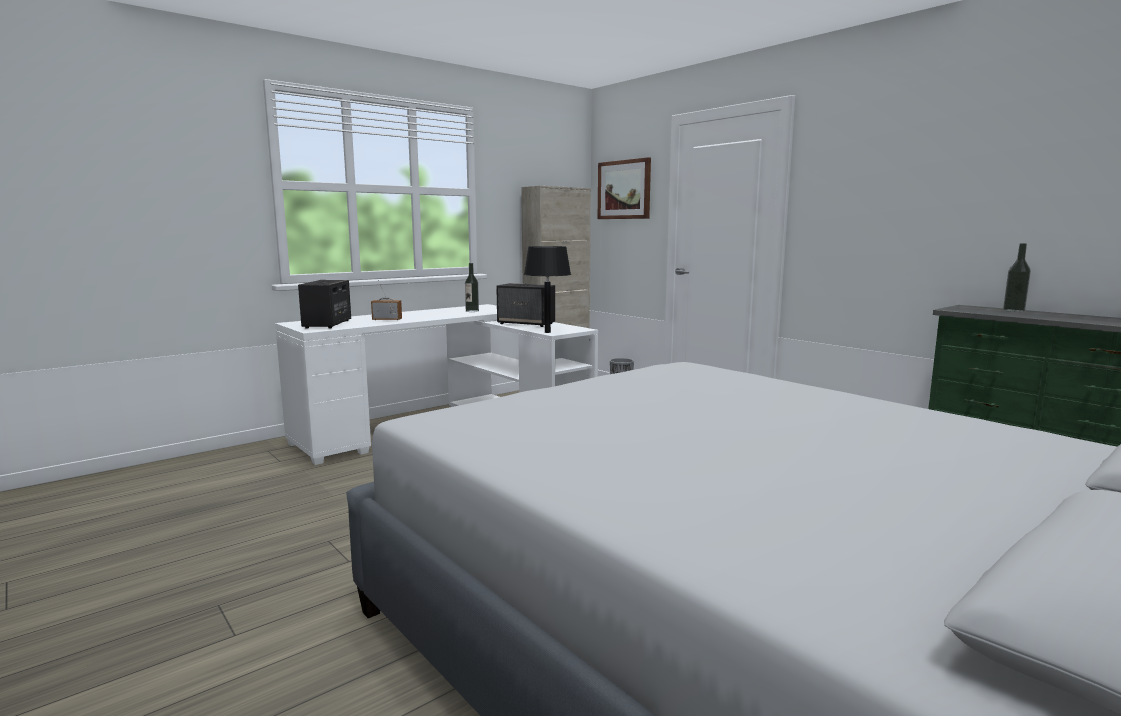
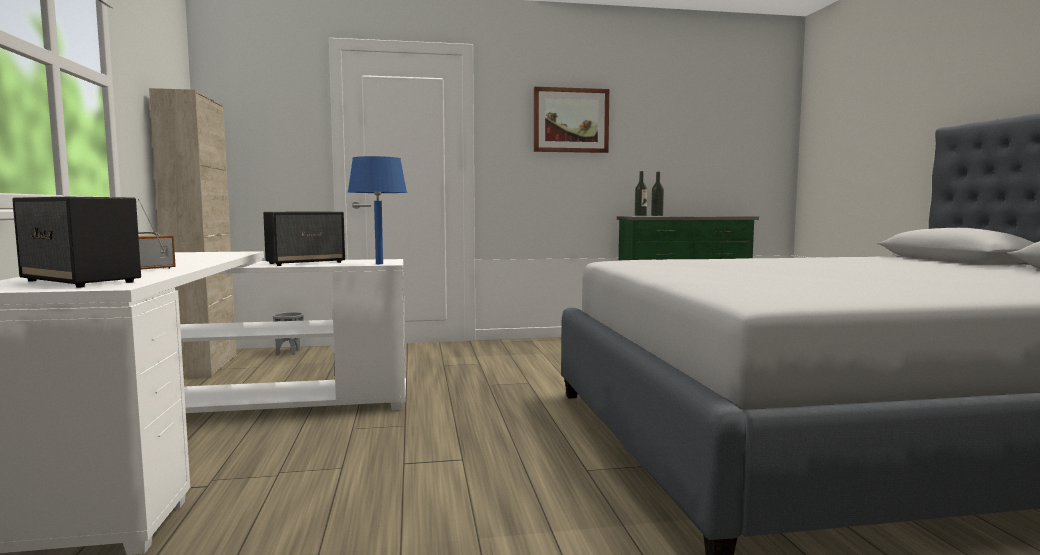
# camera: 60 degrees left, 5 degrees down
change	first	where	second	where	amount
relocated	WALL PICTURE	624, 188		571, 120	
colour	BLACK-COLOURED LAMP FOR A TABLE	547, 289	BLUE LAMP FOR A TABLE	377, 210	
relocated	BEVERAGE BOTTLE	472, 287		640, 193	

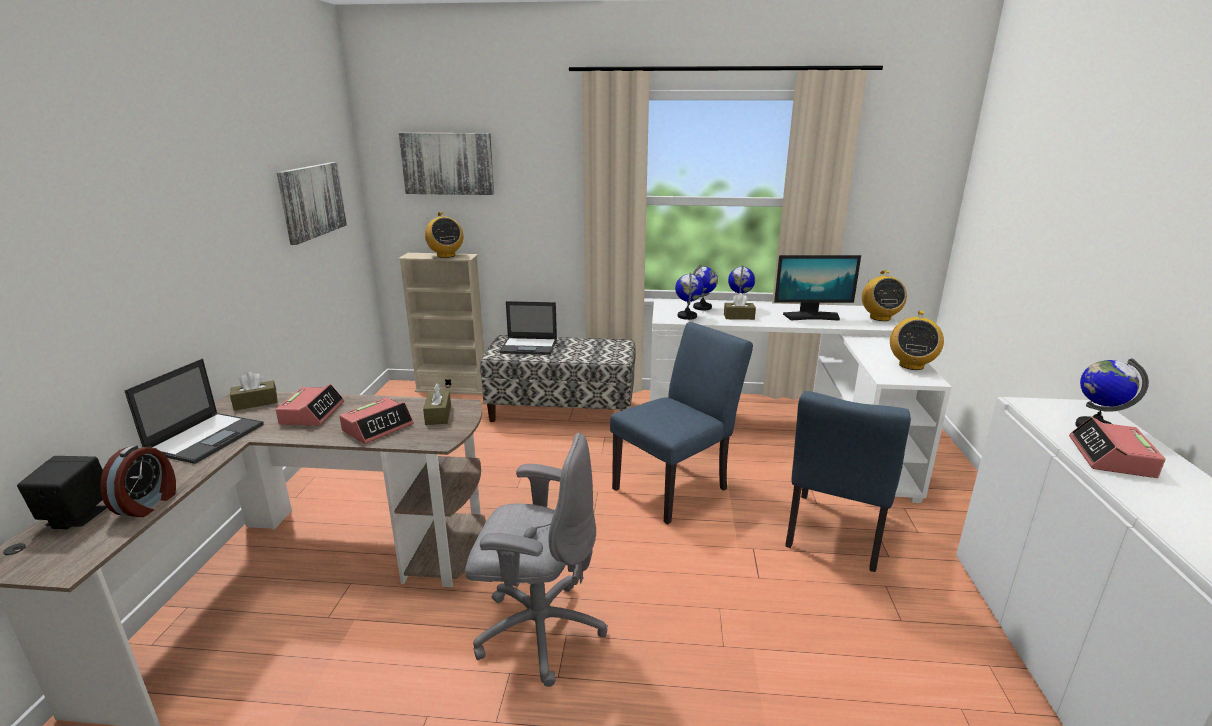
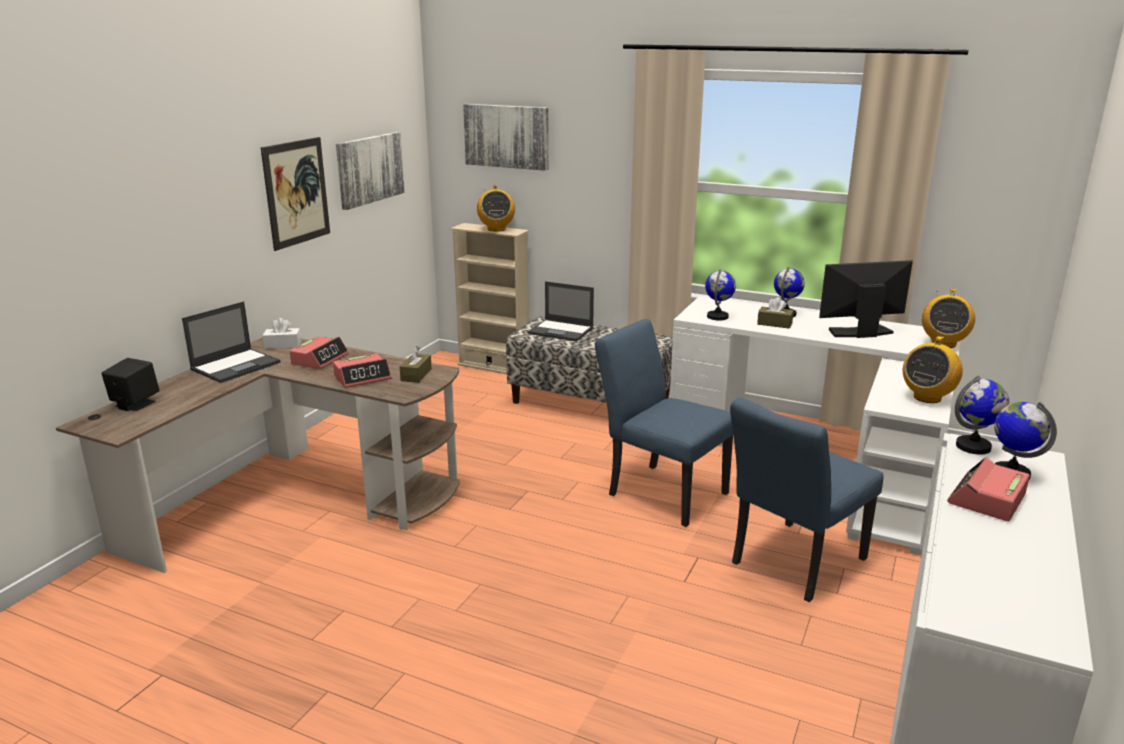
# camera: 20 degrees right, 0 degrees up
change	first	where	second	where	amount
spun	COMPUTER SCREEN	817, 288		866, 299	150 degrees clockwise
relocated	GLOBE	705, 287		982, 415	
spun	BLUE CHAIR	681, 423		664, 423	120 degrees counterclockwise
colour	BROWN BOX OF TISSUES	253, 391	WHITE BOX OF TISSUES	281, 333	
missing	GREYISH DESK CHAIR	536, 560			
missing	ALARM CLOCK	138, 481			
appeared			WALL PICTURE	295, 194	

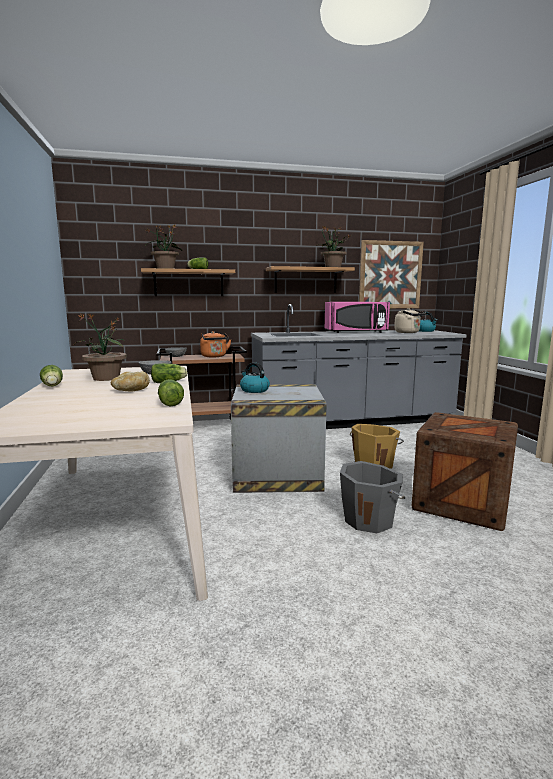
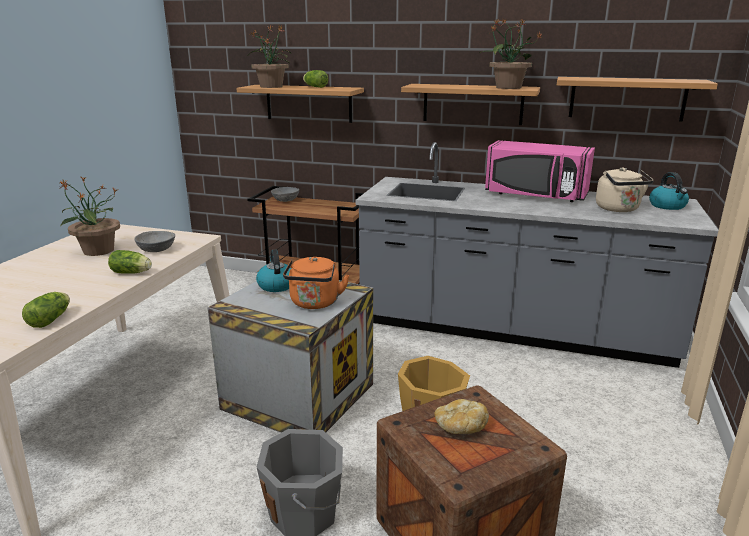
# camera: 30 degrees right, 10 degrees up
change	first	where	second	where	amount
exchanged	WALL PICTURE	391, 274	SHELF	637, 99	
relocated	ORANGE-COLOURED TEA KETTLE	215, 344		316, 283	
missing	LETTUCE HEAD	51, 375			
relocated	BREAD	130, 381		461, 416	

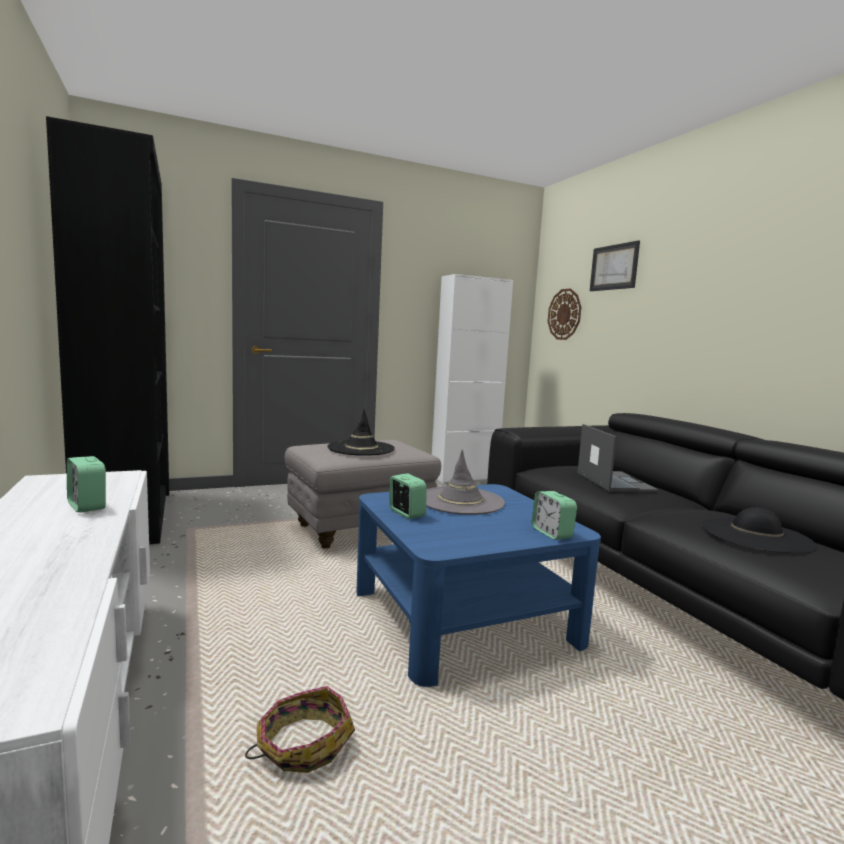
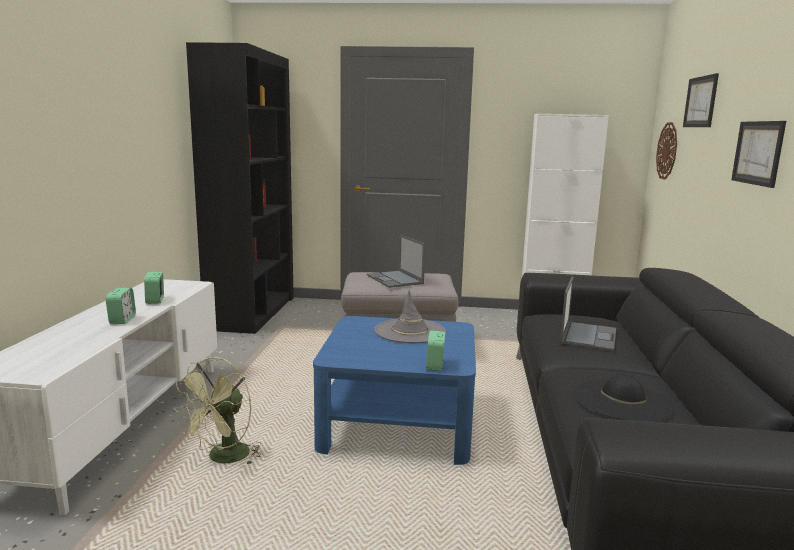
# camera: 30 degrees right, 5 degrees up
change	first	where	second	where	amount
exchanged	BLACK-COLOURED CLOTHING HAT	361, 432	PORTABLE COMPUTER	396, 261	
relocated	ALARM CLOCK	408, 496		121, 306	
exchanged	BASKET	300, 729	GREENISH COOLING FAN	217, 411	
appeared			WALL PICTURE	758, 154	

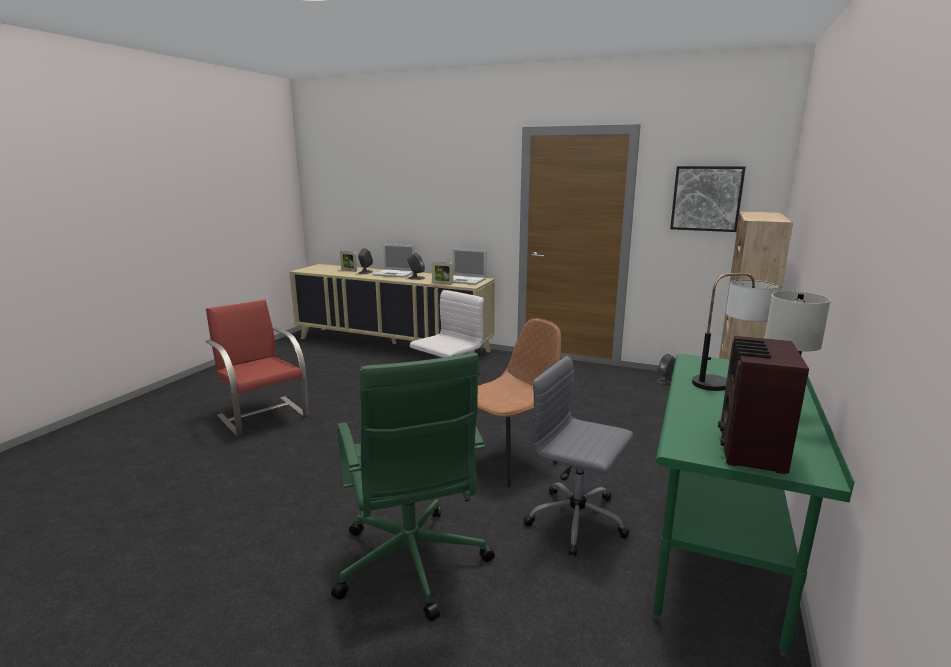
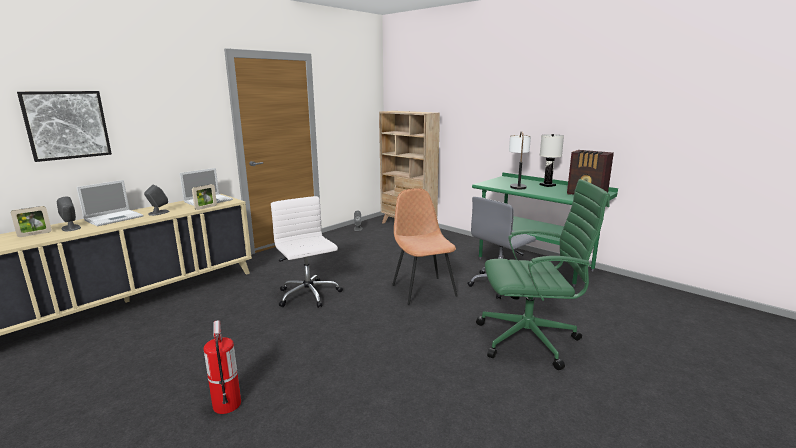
# camera: 70 degrees left, 0 degrees up
change	first	where	second	where	amount
relocated	WALL PICTURE	708, 199		64, 126	
exchanged	RED CHAIR	257, 368	FIRE-FIGHTING CYLINDER	222, 367	

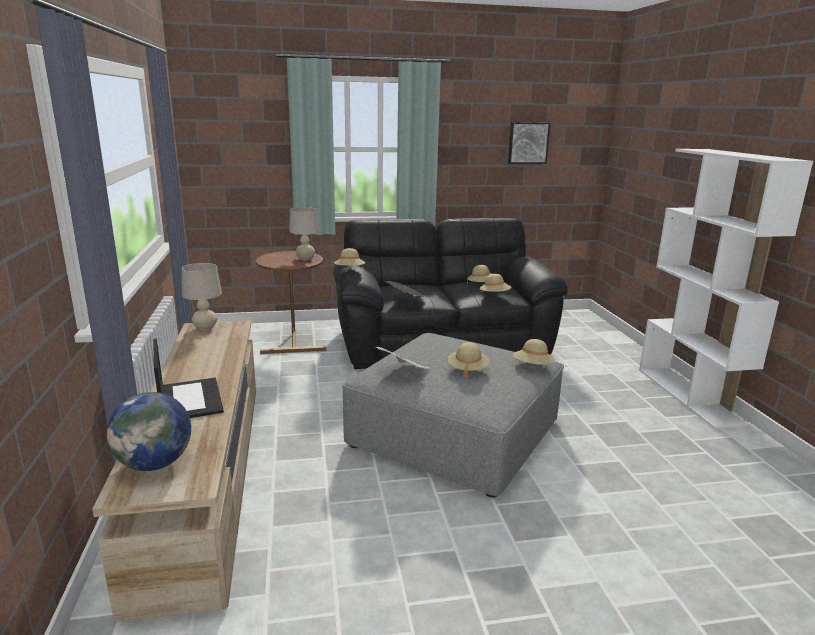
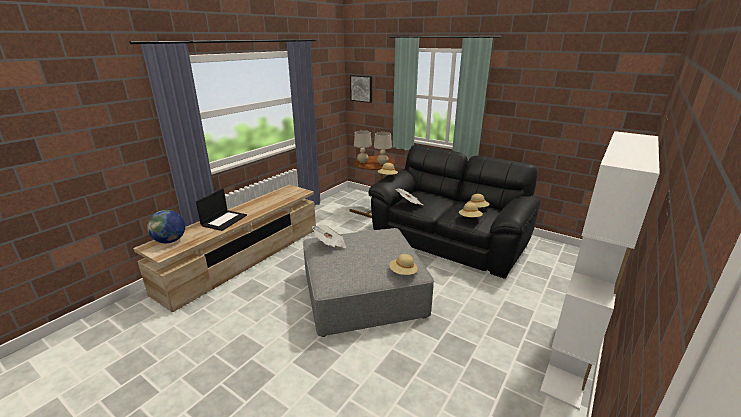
# camera: 45 degrees right, 5 degrees up
change	first	where	second	where	amount
relocated	WALL PICTURE	529, 143		361, 89	
relocated	BEIGE LAMP FOR A TABLE	202, 297		363, 146	
missing	BEIGE CLOTHING HAT	468, 360			

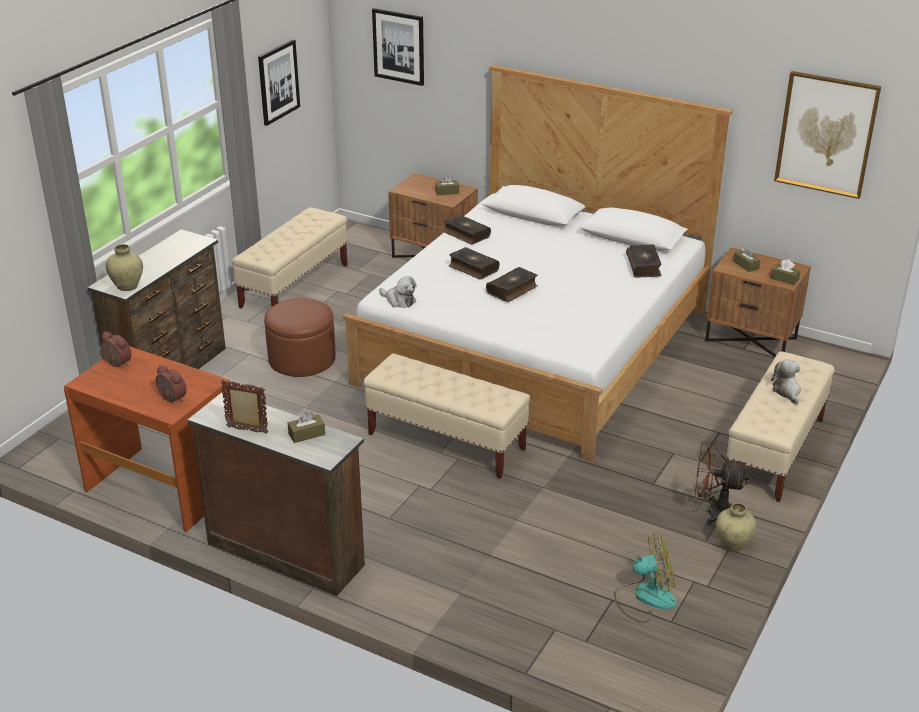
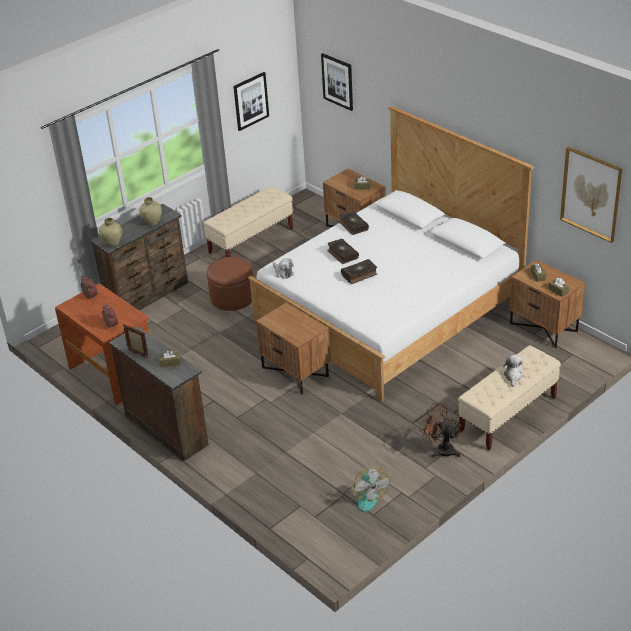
# camera: 20 degrees right, 5 degrees up
change	first	where	second	where	amount
missing	BOOK	644, 261			
exchanged	BEIGE LONG SEAT	447, 416	BROWN BEDSIDE TABLE	293, 348	
relocated	BEIGE DECORATIVE VASE	736, 527		150, 211	
spun	COOLING FAN	645, 577		366, 489	60 degrees clockwise

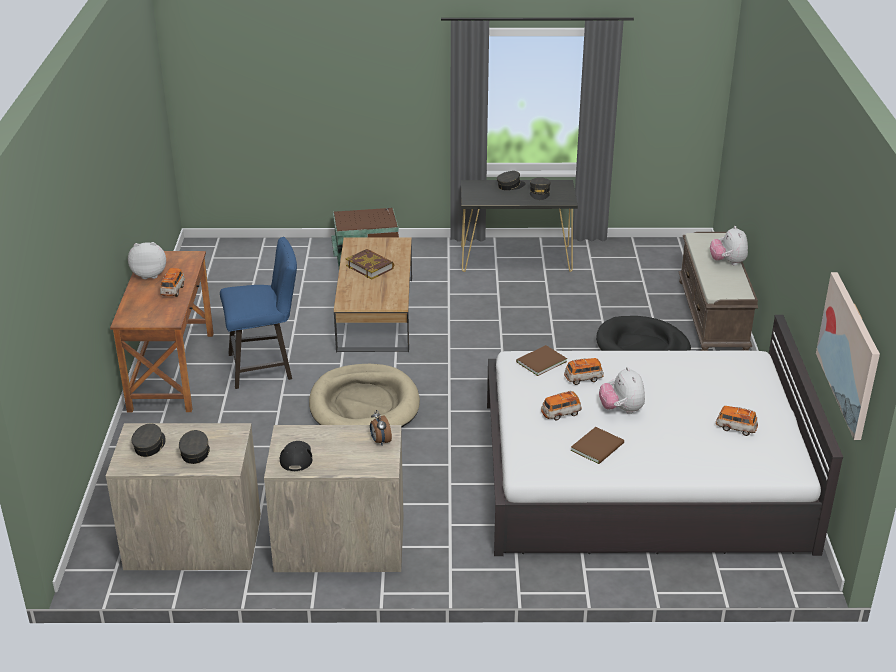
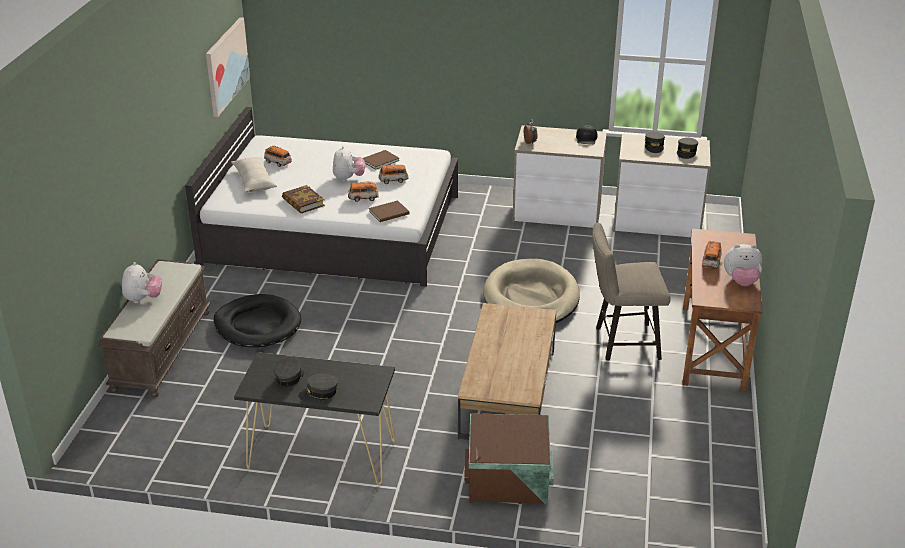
# camera: 170 degrees left, 0 degrees up
change	first	where	second	where	amount
colour	BLUE STOOL	258, 313	BEIGE STOOL	631, 291	
relocated	BOOK	369, 264		303, 199	
appeared			BEIGE CUSHION	254, 174	

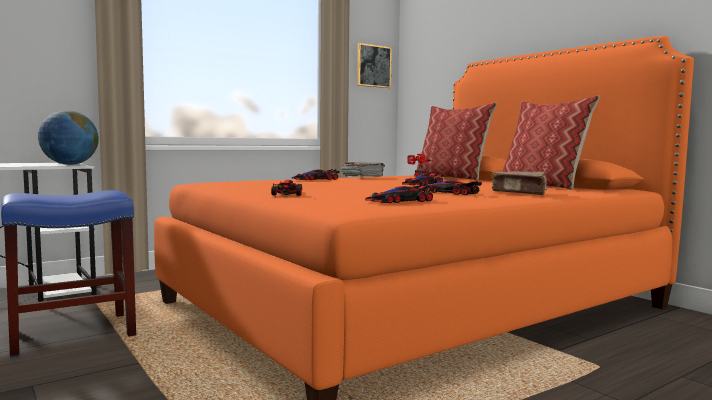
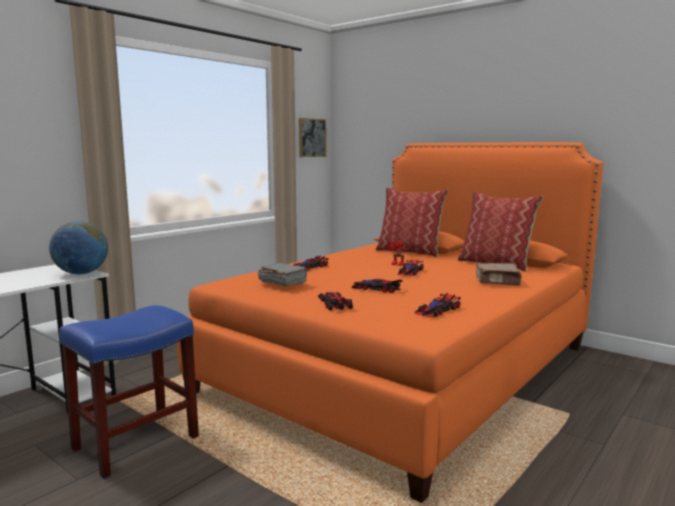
# camera: 15 degrees left, 5 degrees up
change	first	where	second	where	amount
relocated	GREYISH BOOK	363, 169		283, 274	
relocated	MODEL CAR	452, 187		376, 286	

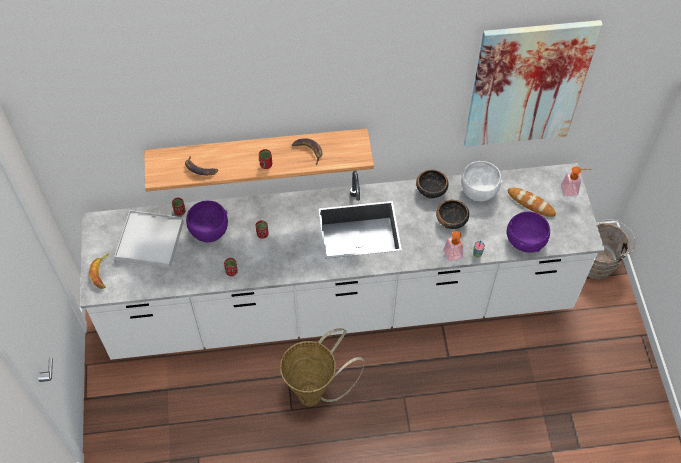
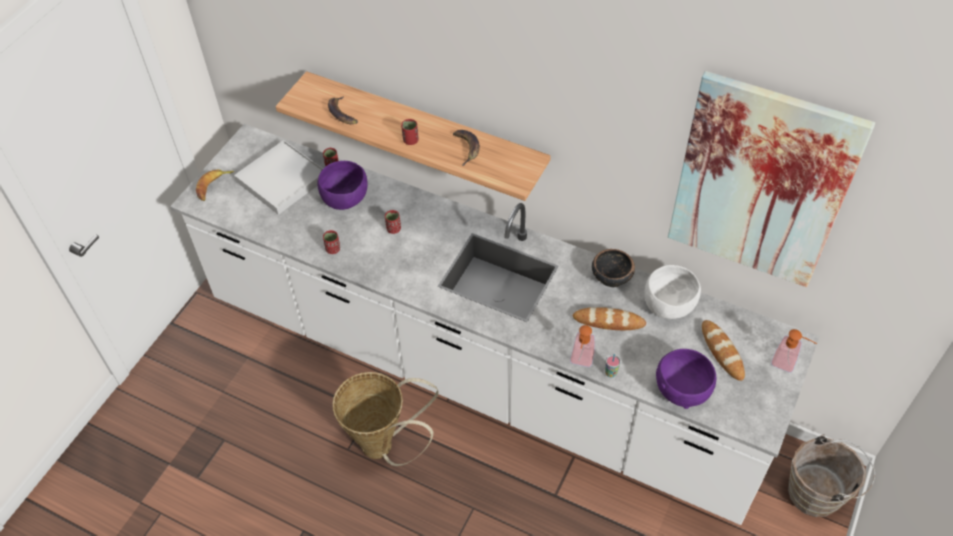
# camera: 35 degrees right, 5 degrees down
change	first	where	second	where	amount
exchanged	DEEP DISH	452, 214	BREAD	609, 318	

